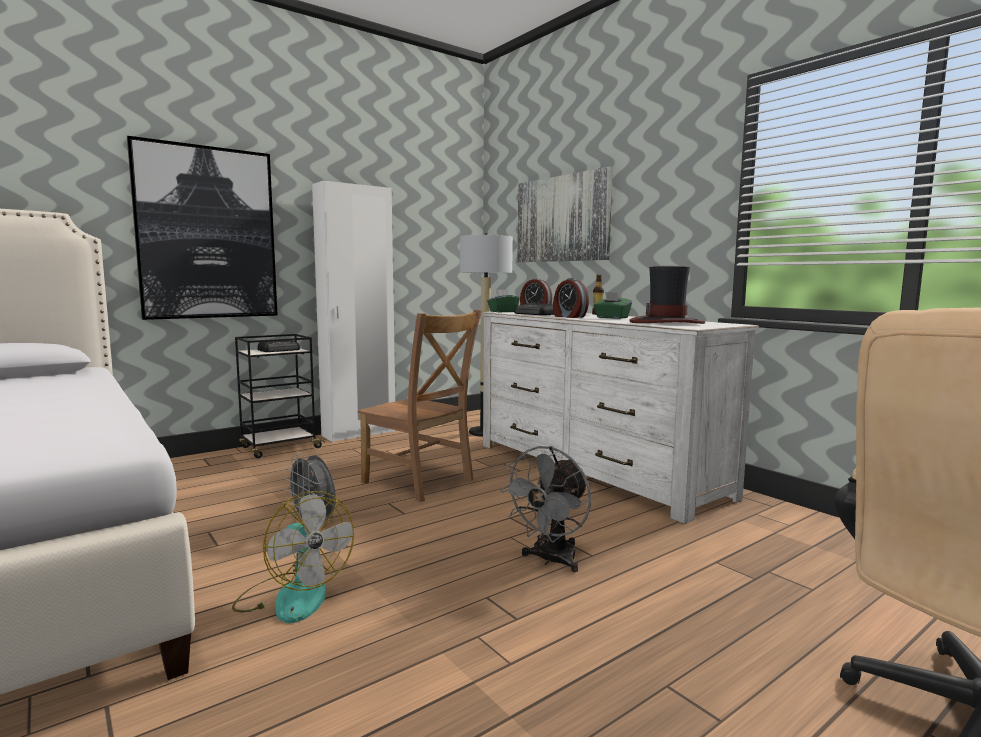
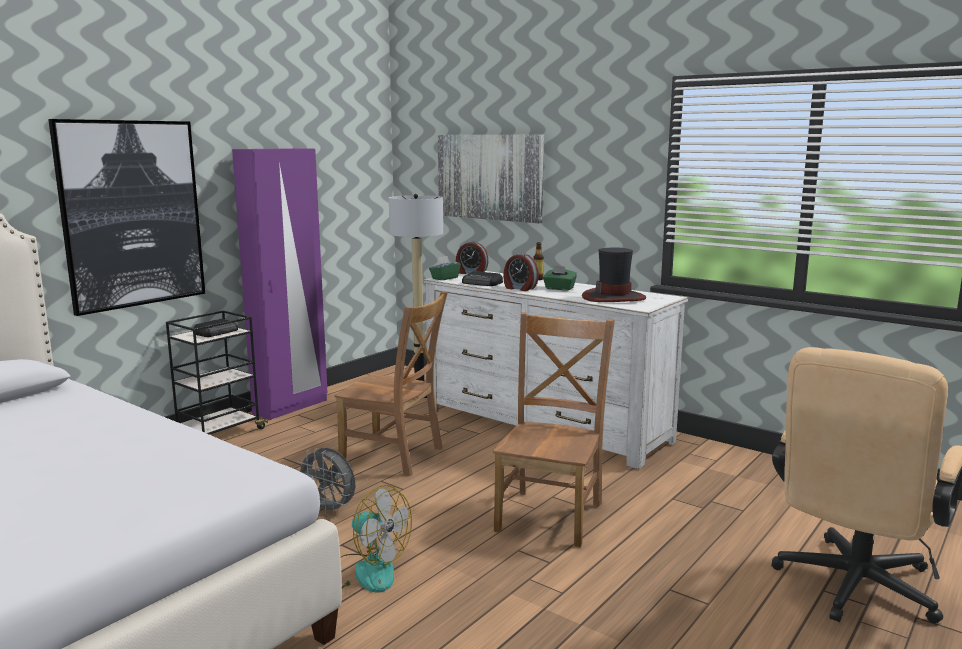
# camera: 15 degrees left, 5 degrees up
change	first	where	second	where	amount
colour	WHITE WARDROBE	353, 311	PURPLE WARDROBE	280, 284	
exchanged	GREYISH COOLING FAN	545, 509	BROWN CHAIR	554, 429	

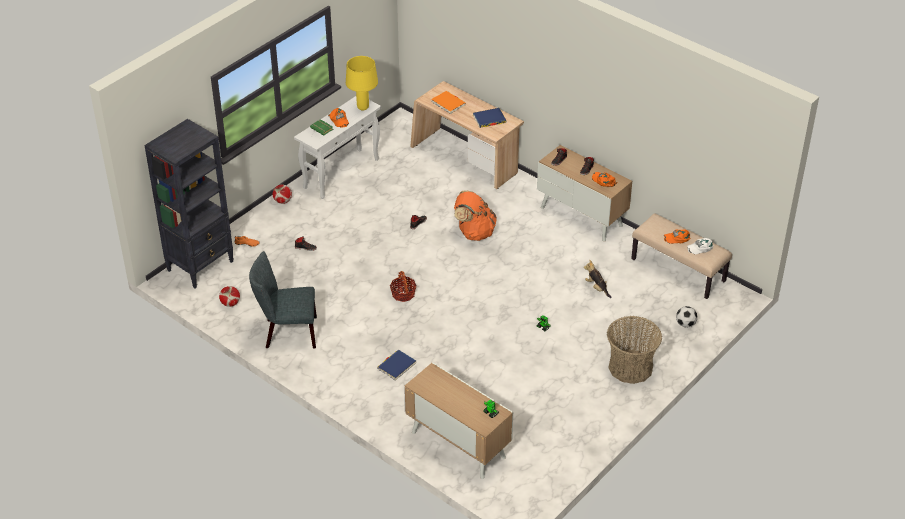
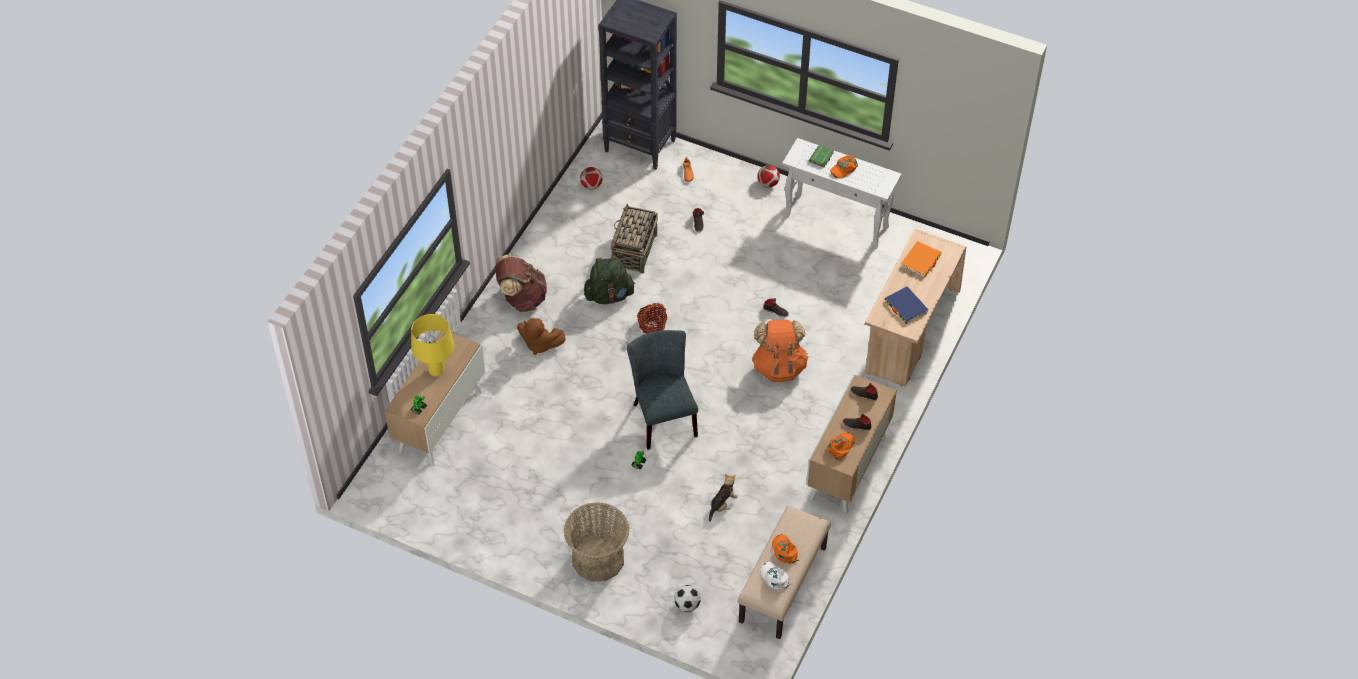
# camera: 75 degrees right, 10 degrees up
change	first	where	second	where	amount
relocated	YELLOW LAMP FOR A TABLE	362, 83		432, 345	
relocated	GREYISH CHAIR	283, 300		662, 390	
exchanged	BLUE BOOK	396, 365	BROWN SOFT TOY	541, 336	
appeared			BASKET	634, 239	
appeared			BROWN BACKPACK	521, 283	
appeared			GREENISH BACKPACK	609, 279	

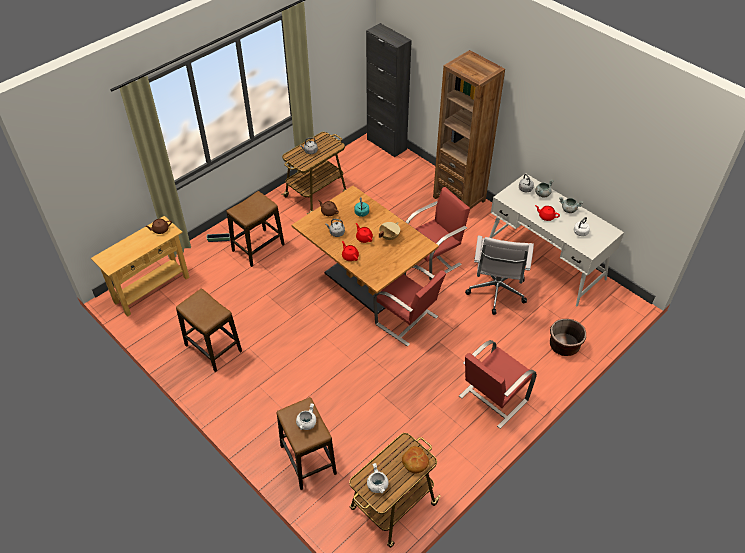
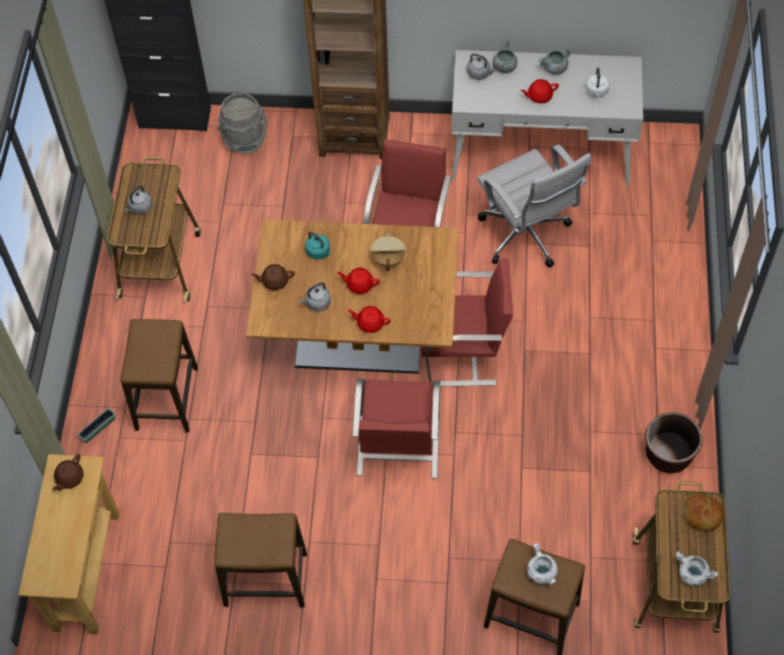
# camera: 40 degrees left, 10 degrees up
change	first	where	second	where	amount
relocated	BROWN PLANT POT	568, 337		673, 442	
relocated	RED CHAIR	498, 384		396, 428	
appeared			GREYISH PAIL	242, 123	

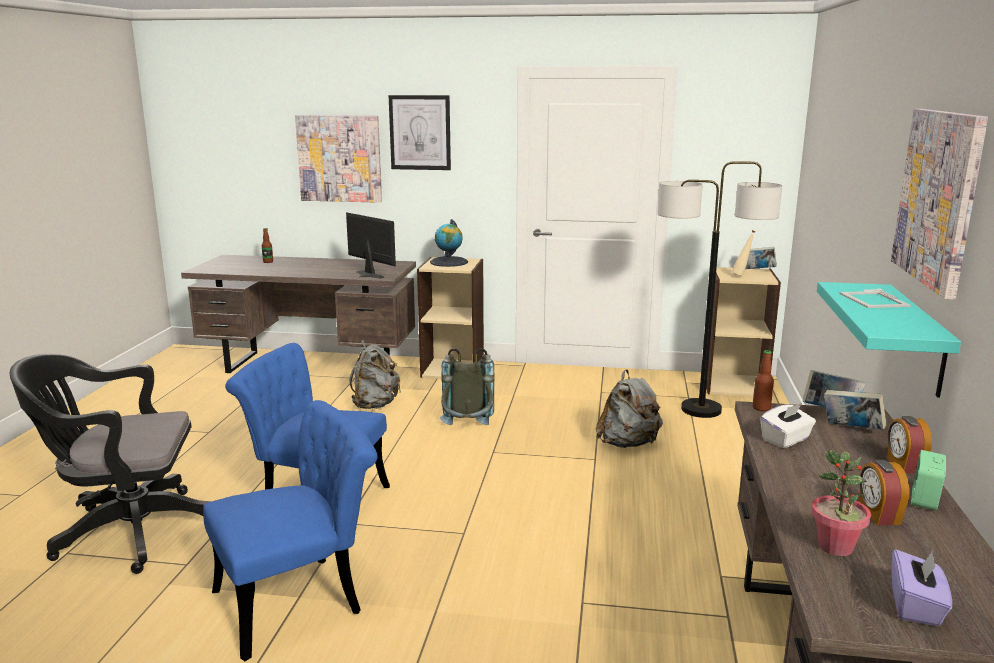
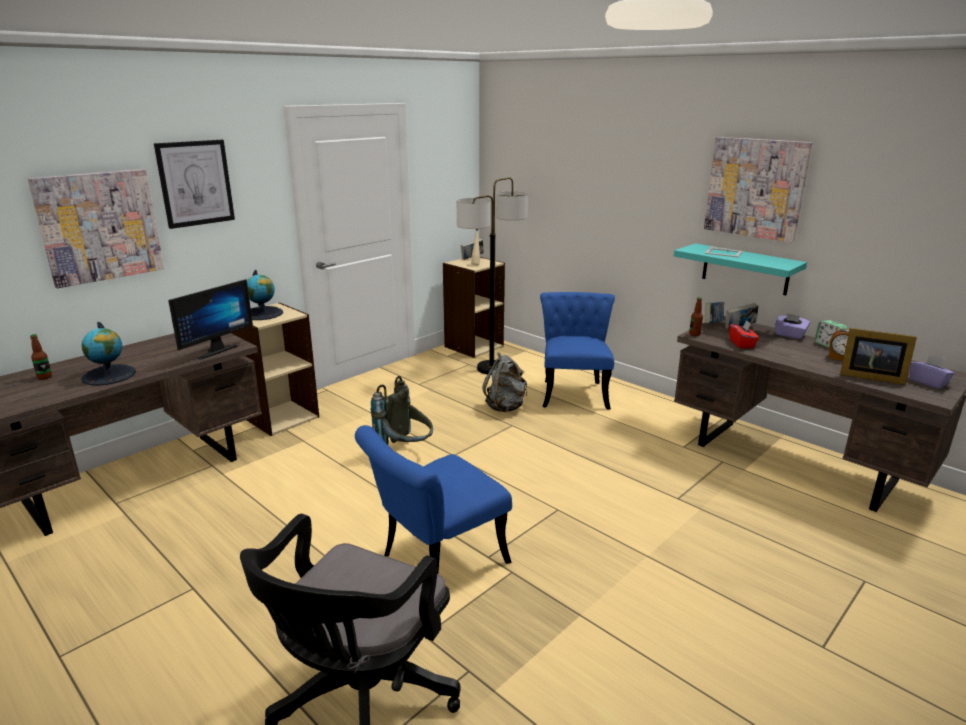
# camera: 55 degrees left, 5 degrees up
change	first	where	second	where	amount
spun	COMPUTER SCREEN	371, 245		210, 319	135 degrees clockwise
missing	GREYISH BACKPACK	375, 374			
relocated	BLUE CHAIR	290, 530		577, 351	
colour	WHITE BOX OF TISSUES	788, 425	RED BOX OF TISSUES	744, 334	
exchanged	ALARM CLOCK	909, 444	PURPLE BOX OF TISSUES	792, 326	
exchanged	PLANT IN A POT	841, 503	STANDING FRAME	878, 356	
appeared			GLOBE	108, 354	

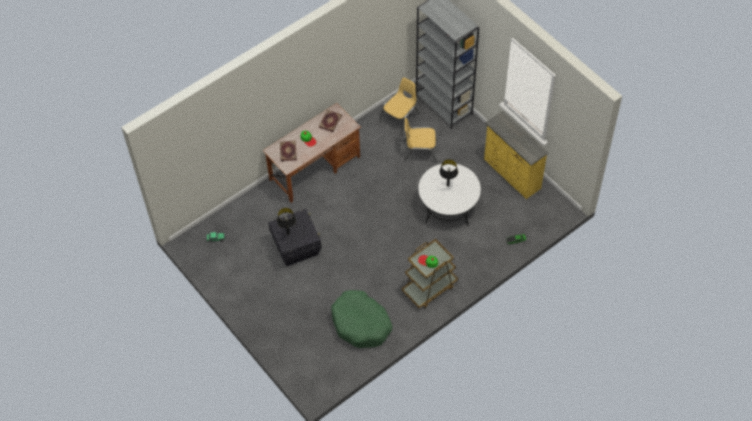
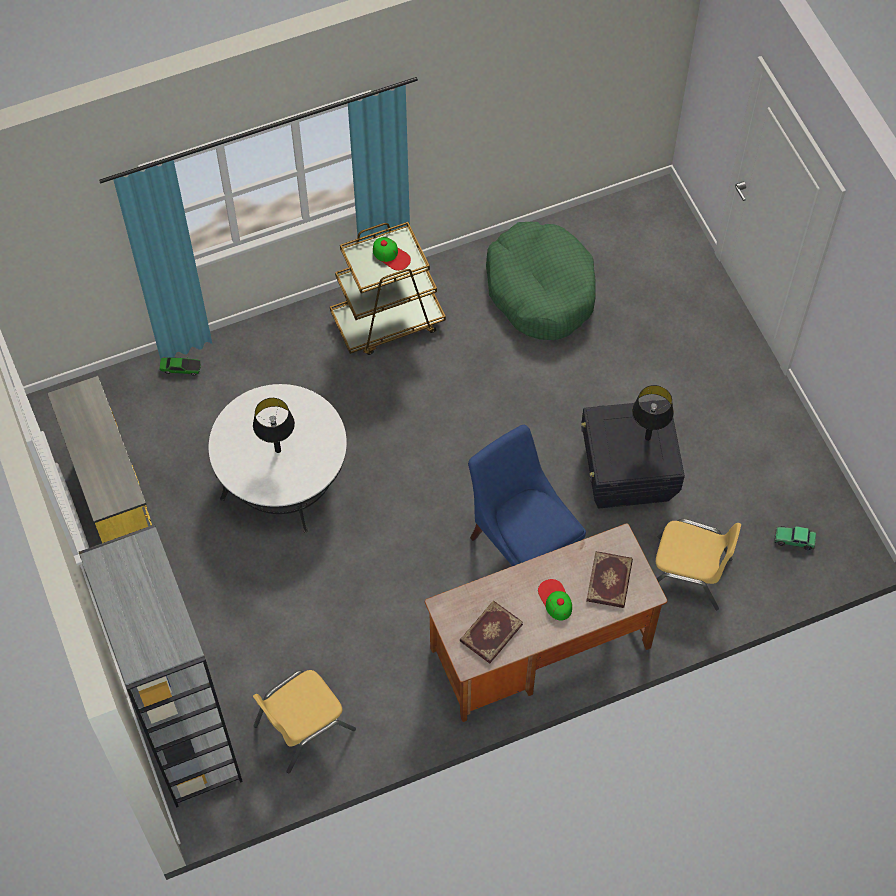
# camera: 165 degrees left, 5 degrees up
change	first	where	second	where	amount
relocated	YELLOW CHAIR	421, 140		698, 565	
appeared			BLUE CHAIR	527, 495	

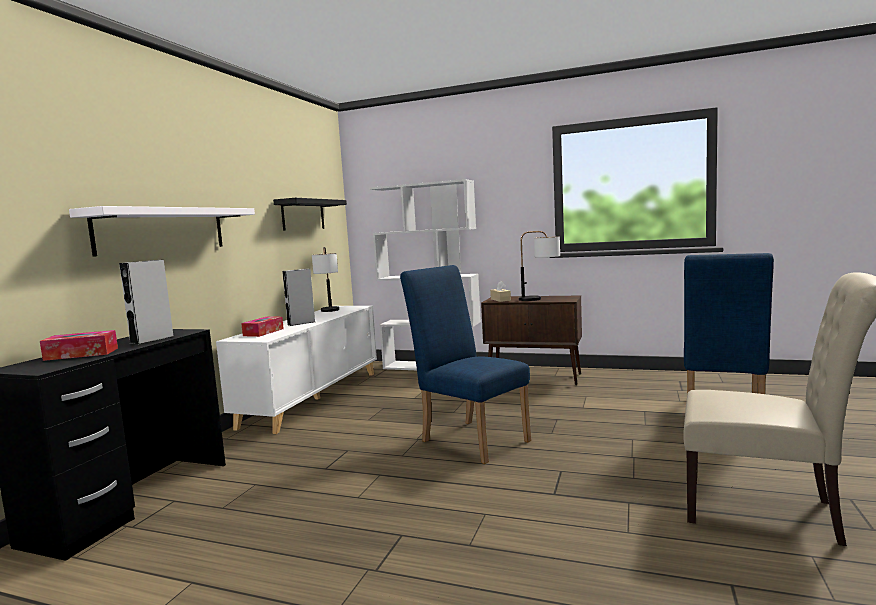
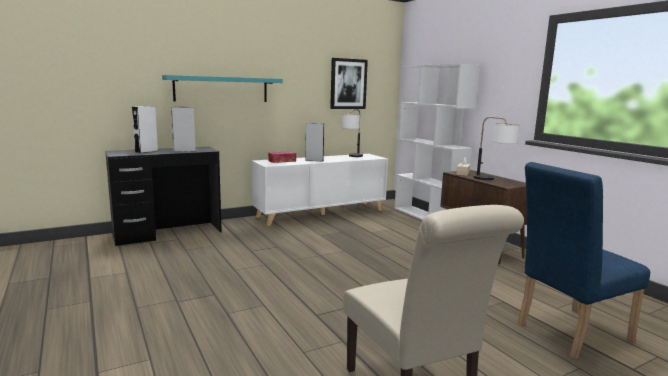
# camera: 40 degrees right, 5 degrees up
change	first	where	second	where	amount
exchanged	BLACK-COLOURED SHELF	310, 214	WALL PICTURE	349, 83	
colour	WHITE SHELF	162, 231	TURQUOISE SHELF	222, 88	
missing	BLUE CHAIR	465, 364			
exchanged	BOX OF TISSUES	79, 345	WHITE AUDIO SPEAKER	145, 129	

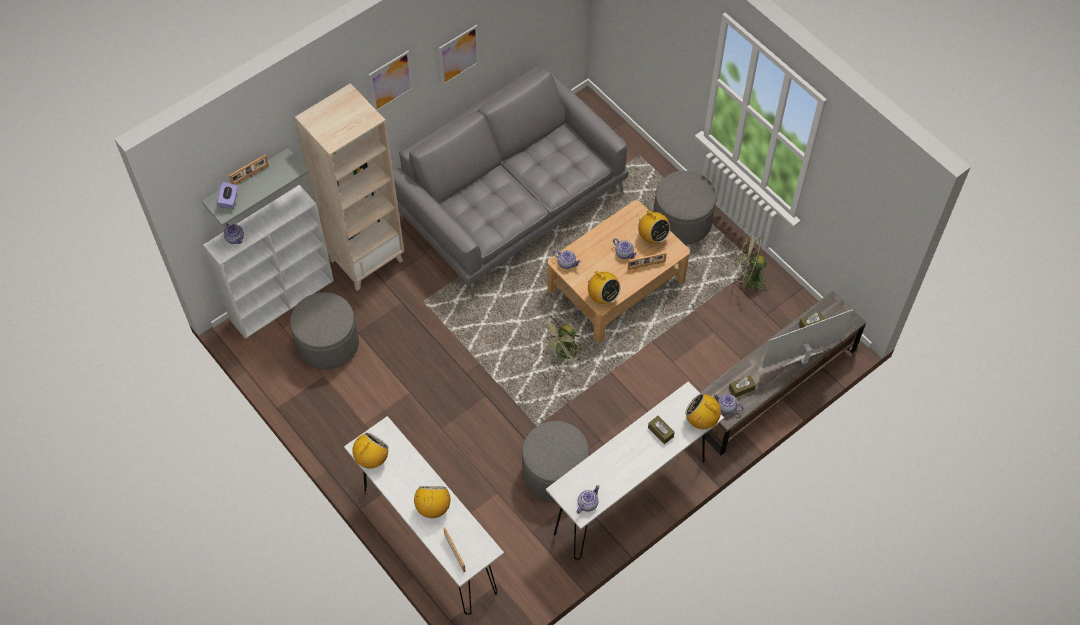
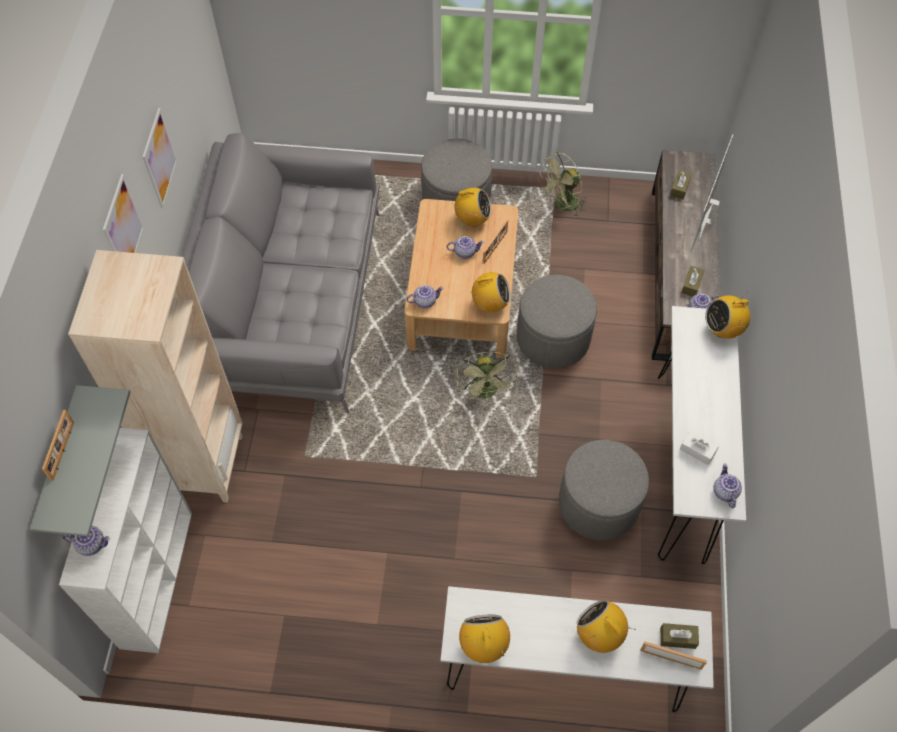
# camera: 45 degrees left, 0 degrees up
change	first	where	second	where	amount
missing	PURPLE BOX OF TISSUES	227, 195			
relocated	GREYISH OTTOMAN	324, 331		557, 321	
relocated	BROWN BOX OF TISSUES	661, 430		679, 636	
appeared			WHITE BOX OF TISSUES	699, 448	

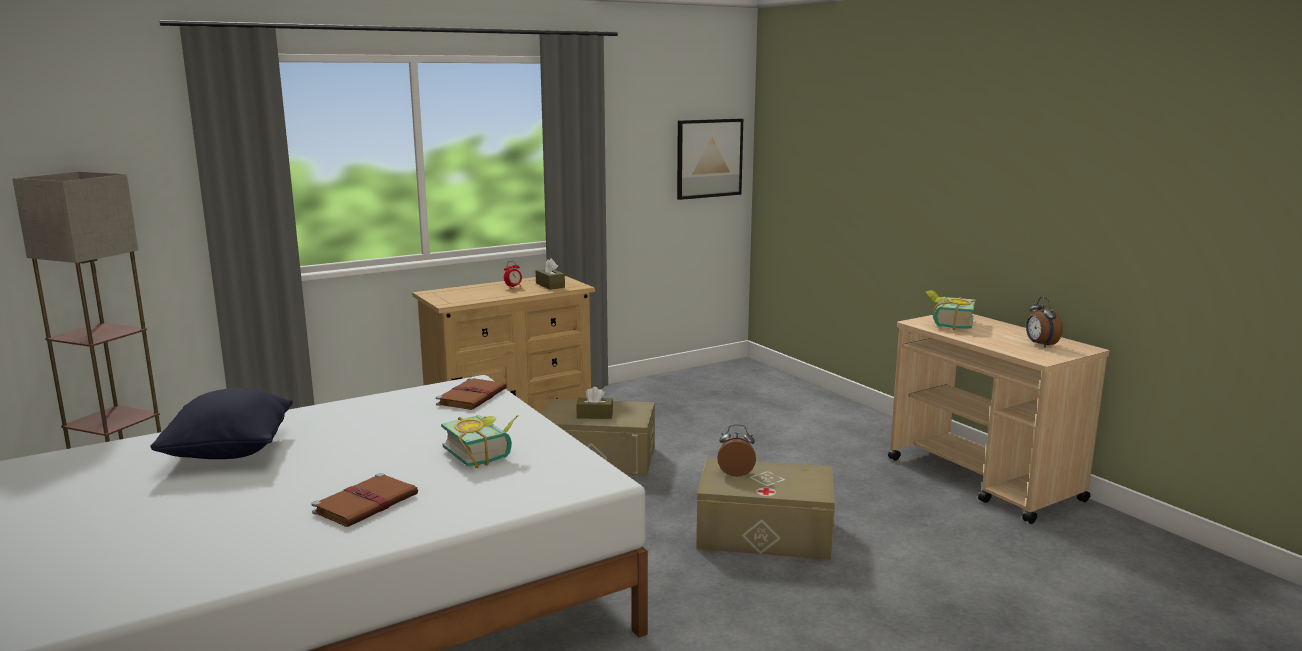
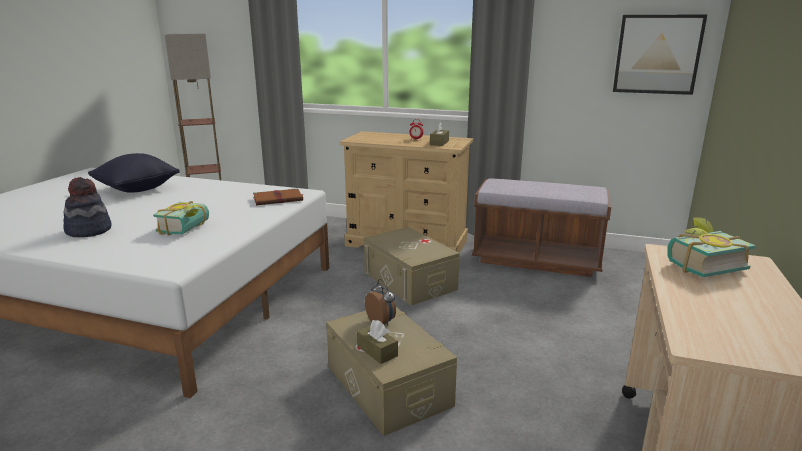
# camera: 50 degrees right, 5 degrees up
change	first	where	second	where	amount
missing	ALARM CLOCK	1044, 322			
relocated	BROWN BOX OF TISSUES	594, 403		377, 342	
exchanged	BROWN BOOK	364, 500	CLOTHING HAT	87, 207	
appeared			BROWN LONG SEAT	541, 227	

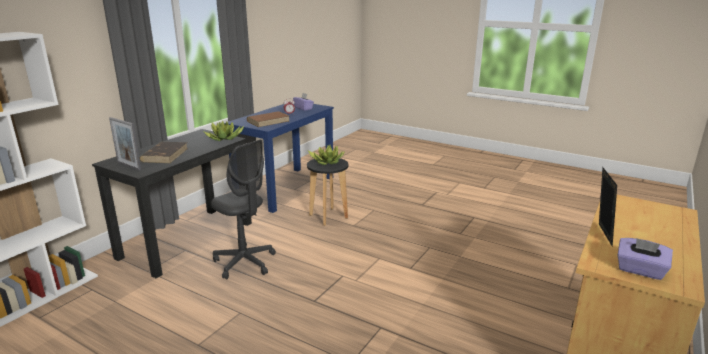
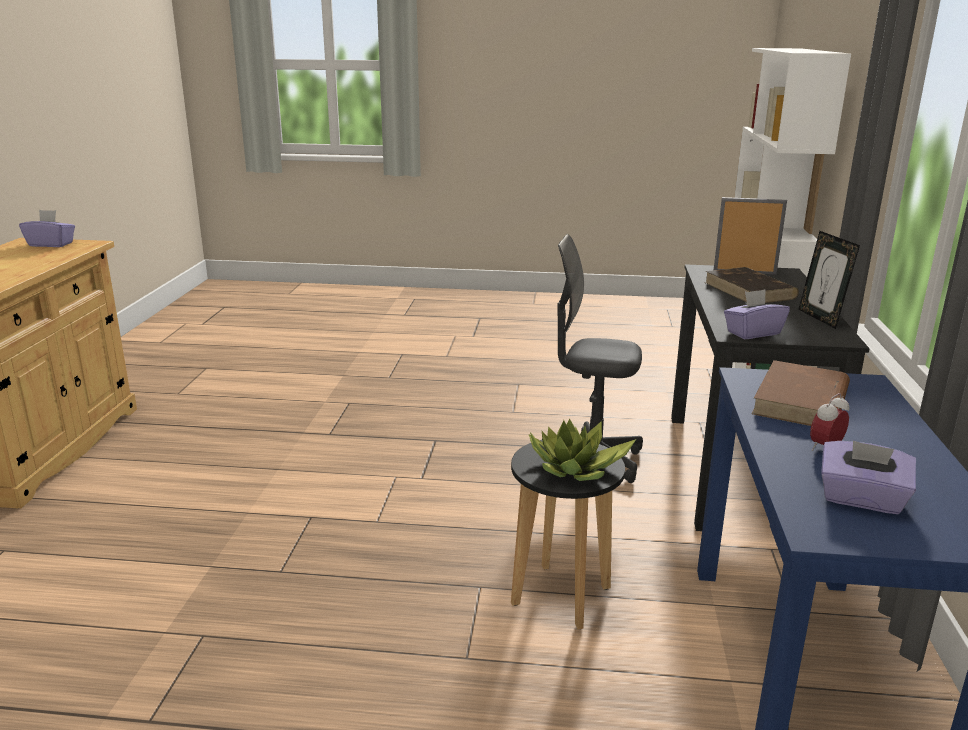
# camera: 155 degrees right, 0 degrees up
change	first	where	second	where	amount
exchanged	PLANT IN A POT	224, 131	PURPLE BOX OF TISSUES	757, 314	
relocated	STANDING FRAME	608, 207		829, 280	

